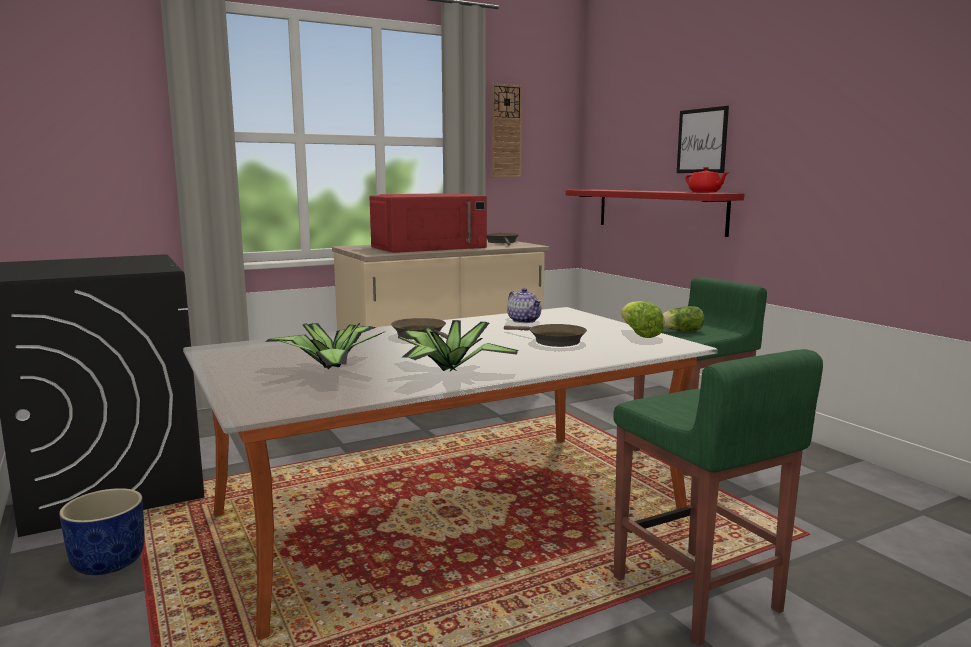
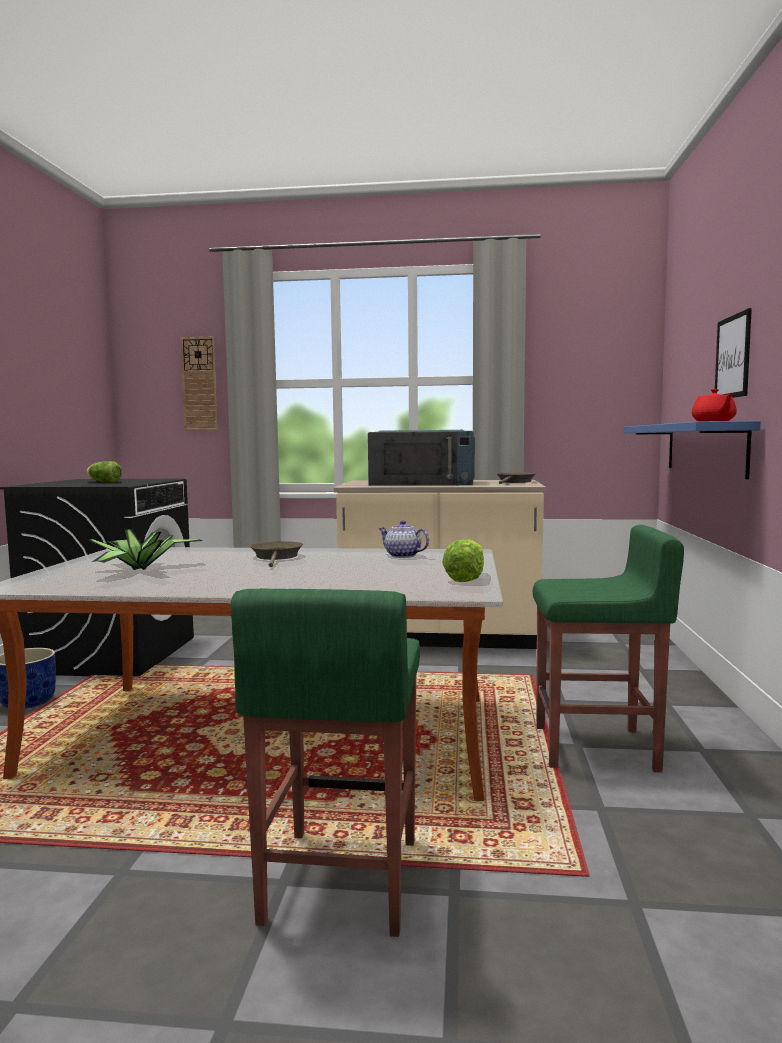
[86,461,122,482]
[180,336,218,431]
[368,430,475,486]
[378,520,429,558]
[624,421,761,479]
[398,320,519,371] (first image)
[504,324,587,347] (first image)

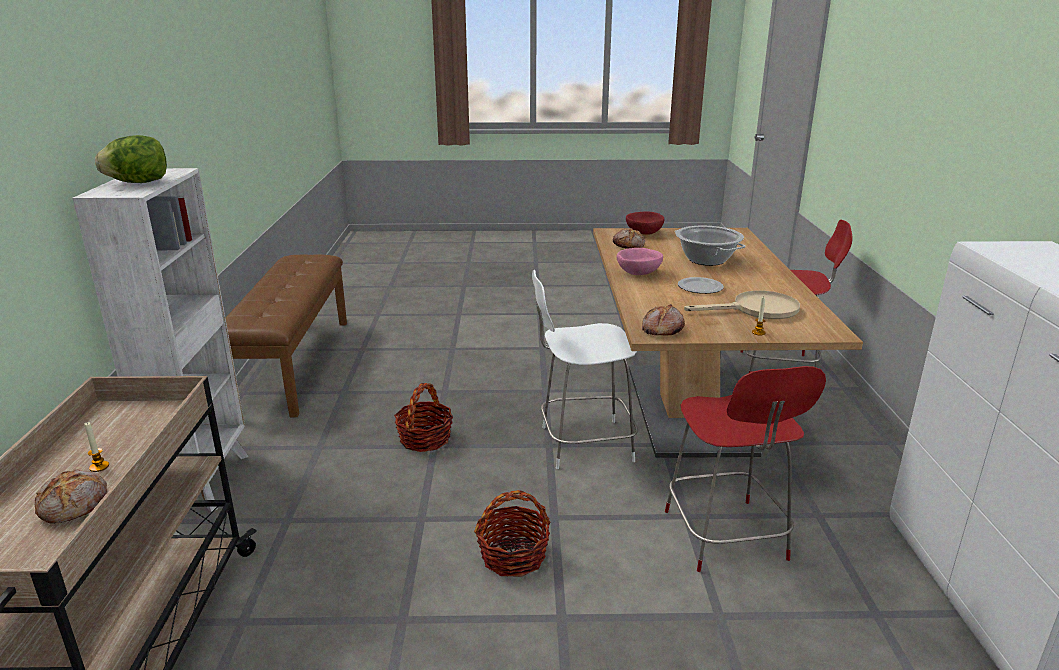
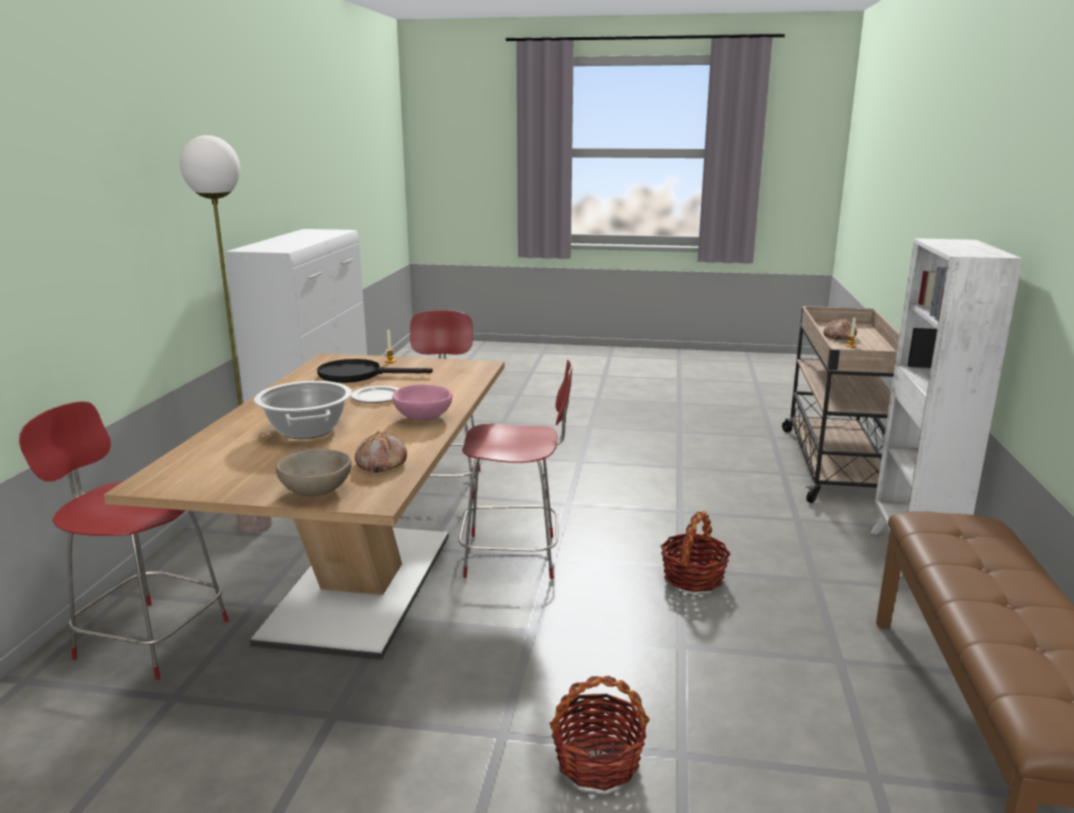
[180,135,272,533]
[276,449,352,496]
[317,359,433,383]
[459,360,573,579]
[549,676,650,791]
[95,135,167,183] (first image)
[642,304,685,335] (first image)

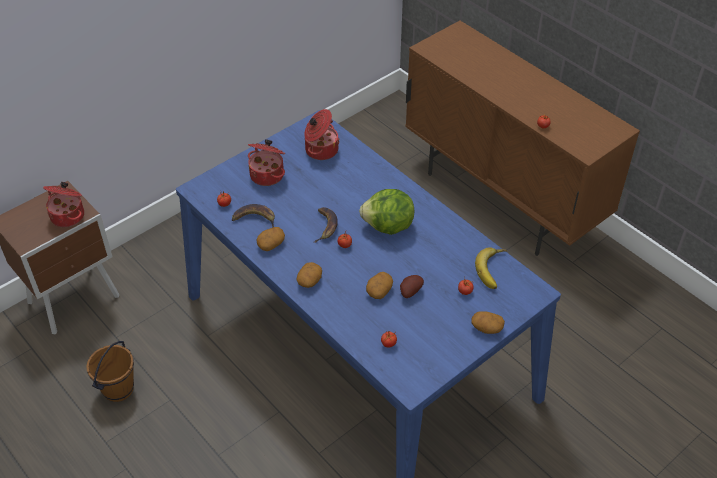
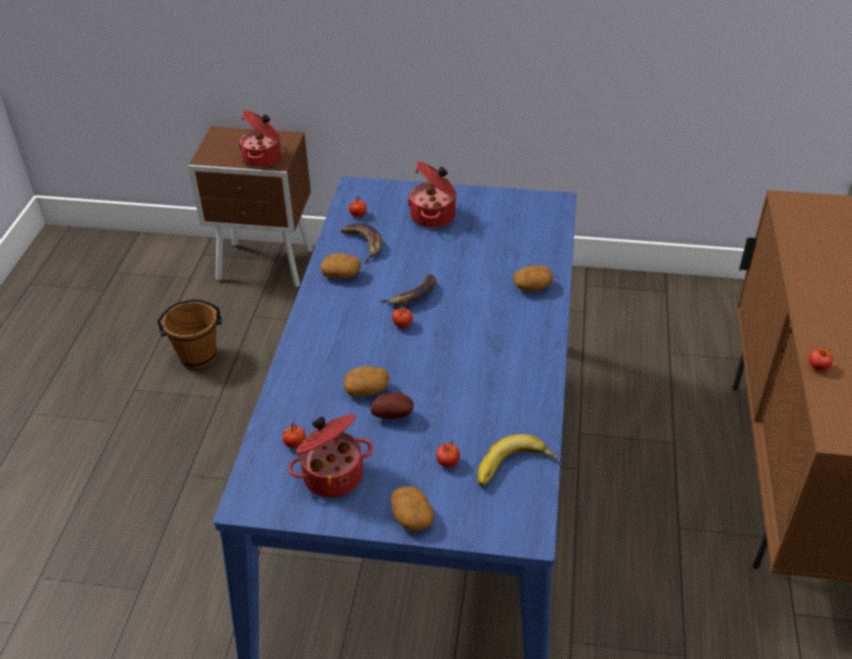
[288,414,373,498]
[513,266,553,291]
[359,189,415,235] (first image)

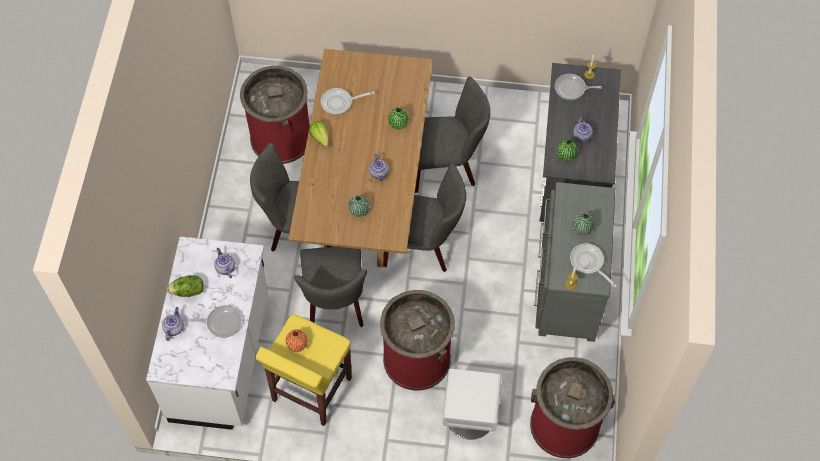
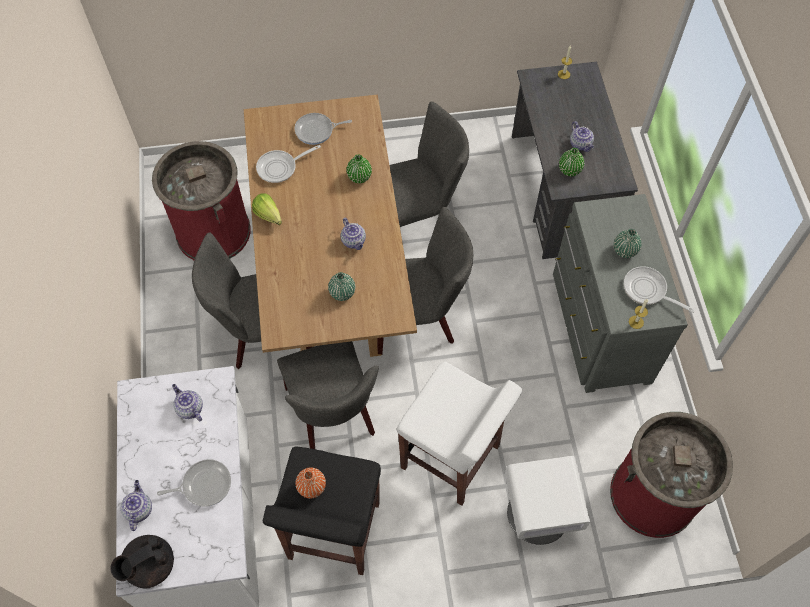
[110,535,174,589]
[263,447,381,575]
[295,113,352,145]
[397,361,522,506]
[167,275,203,297] (first image)

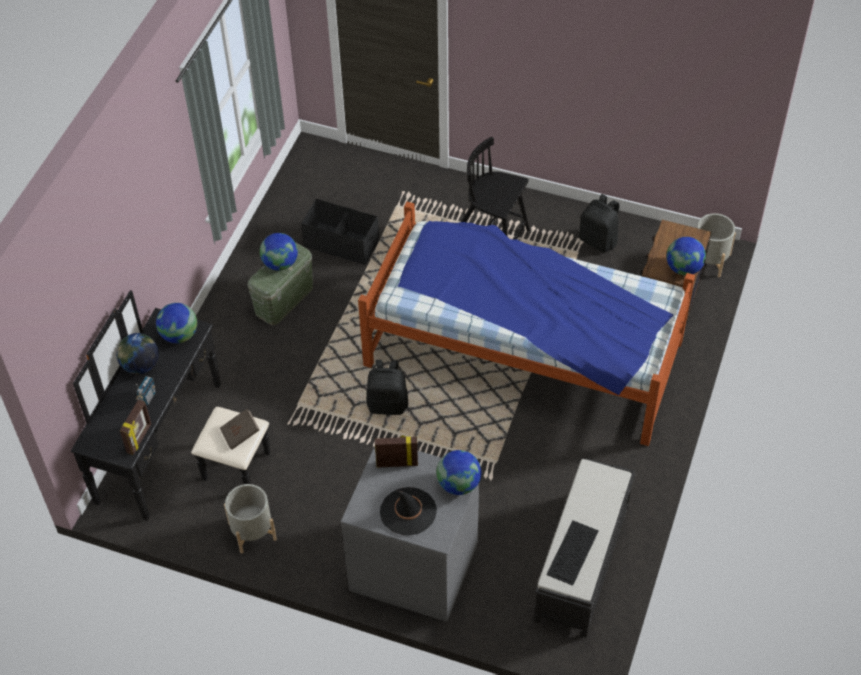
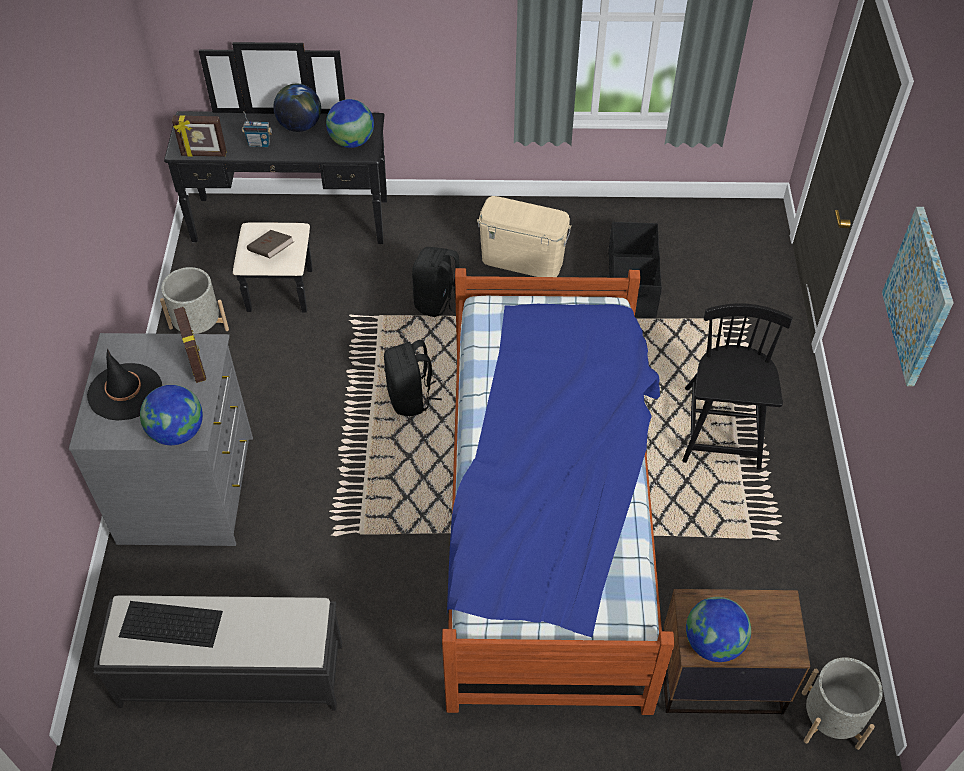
[412,247,459,317]
[477,196,572,277]
[882,207,954,386]
[260,233,298,271] (first image)

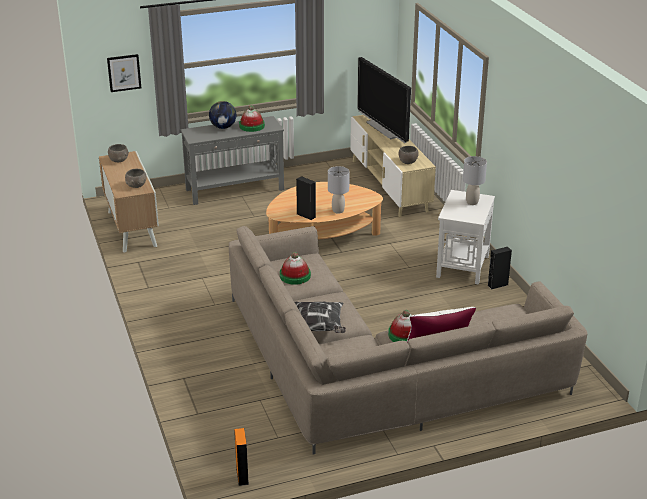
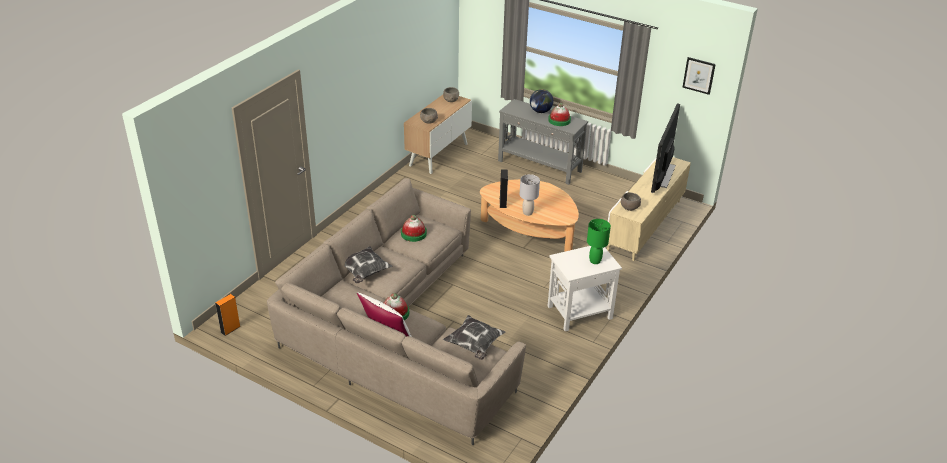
[443,315,505,360]
[587,219,611,264]
[683,57,716,95]
[487,247,512,290] (first image)

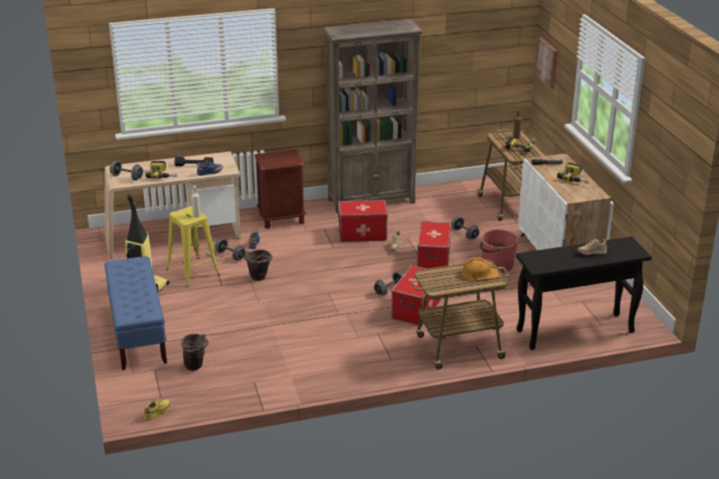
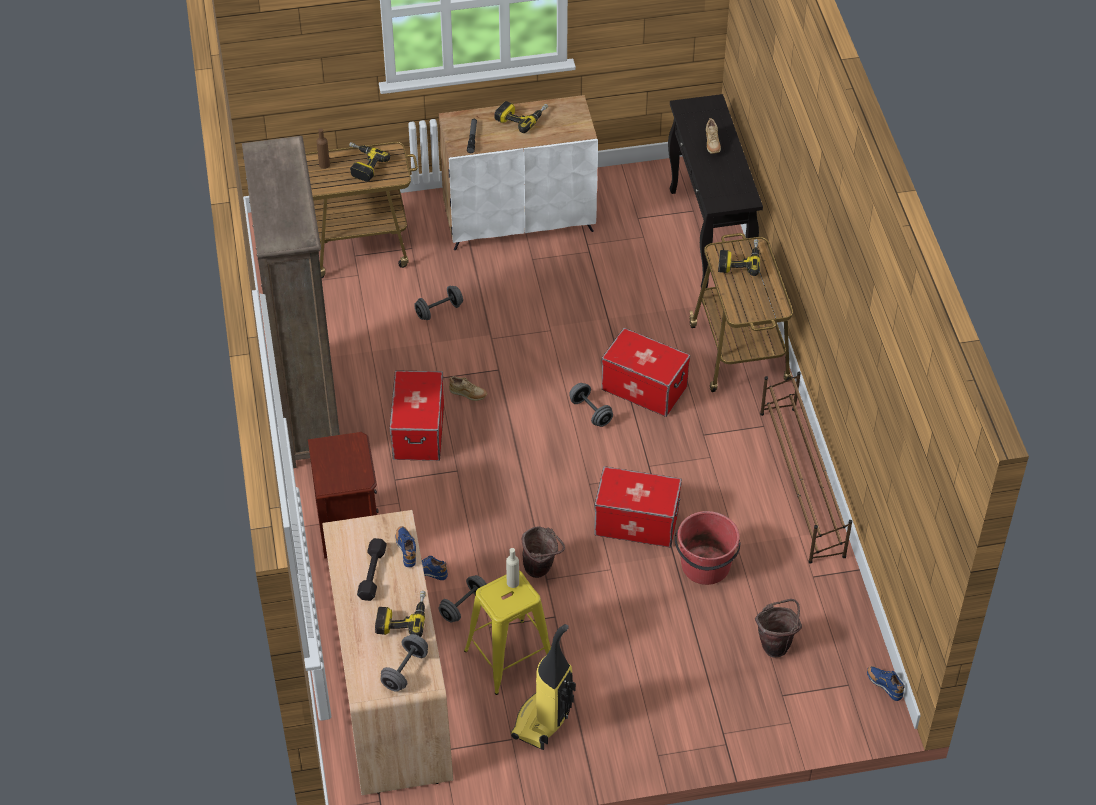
[594,466,682,547]
[675,511,741,585]
[718,239,760,276]
[760,372,852,564]
[867,666,905,701]
[104,256,167,370] (first image)
[535,37,558,89] (first image)

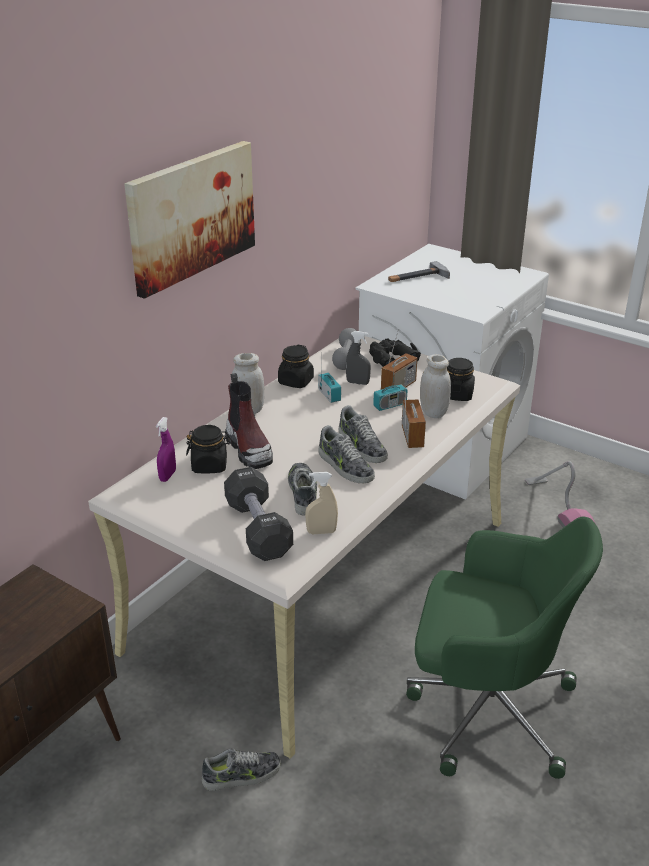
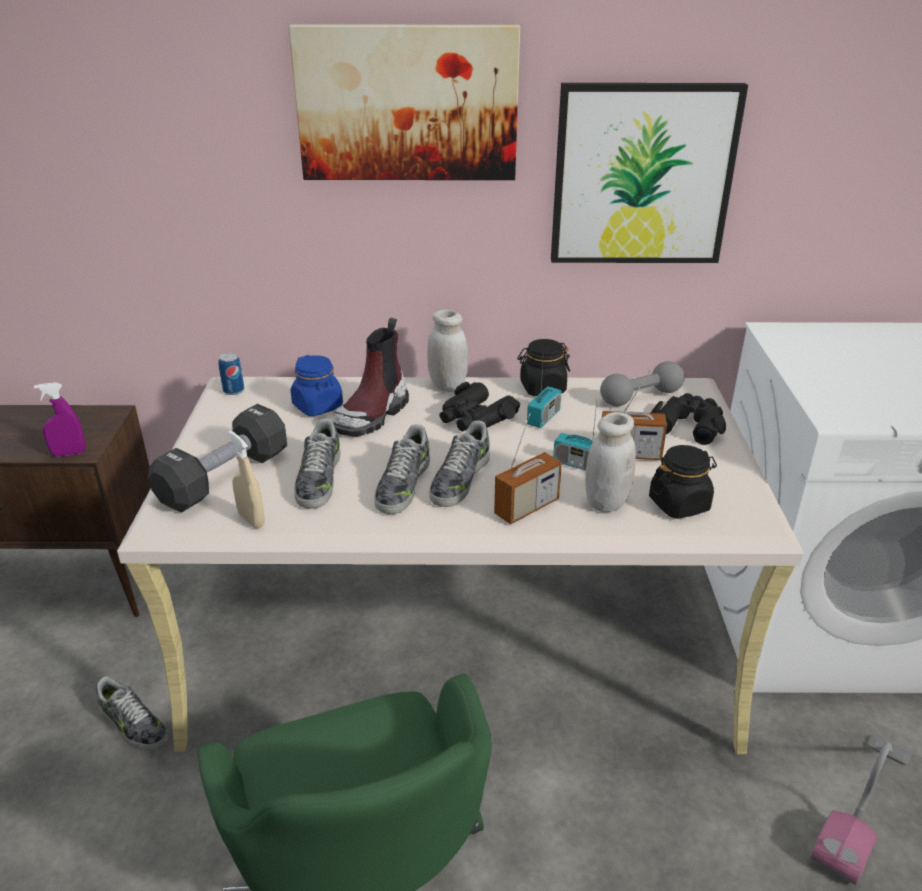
[34,382,85,457]
[218,353,244,395]
[291,355,343,416]
[294,418,341,509]
[439,382,520,431]
[551,83,748,263]
[346,331,371,385] (first image)
[388,261,450,282] (first image)

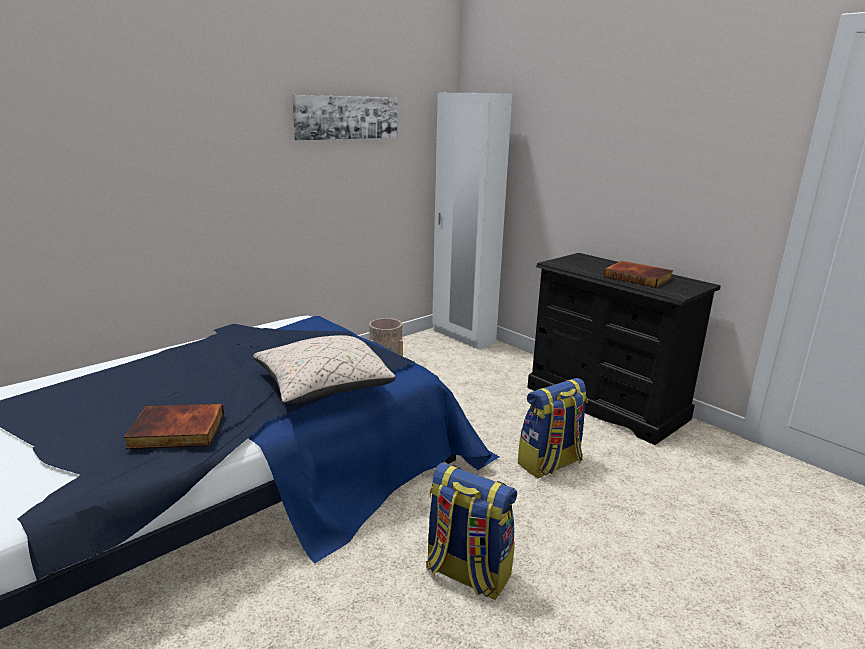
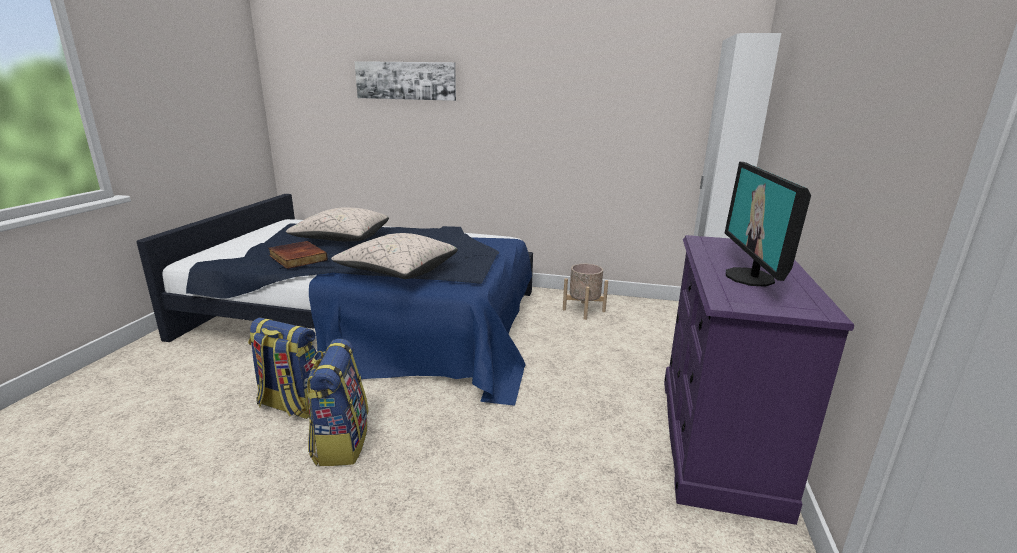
[248,317,319,419]
[286,207,389,241]
[355,61,456,101]
[664,235,854,525]
[725,162,811,287]

